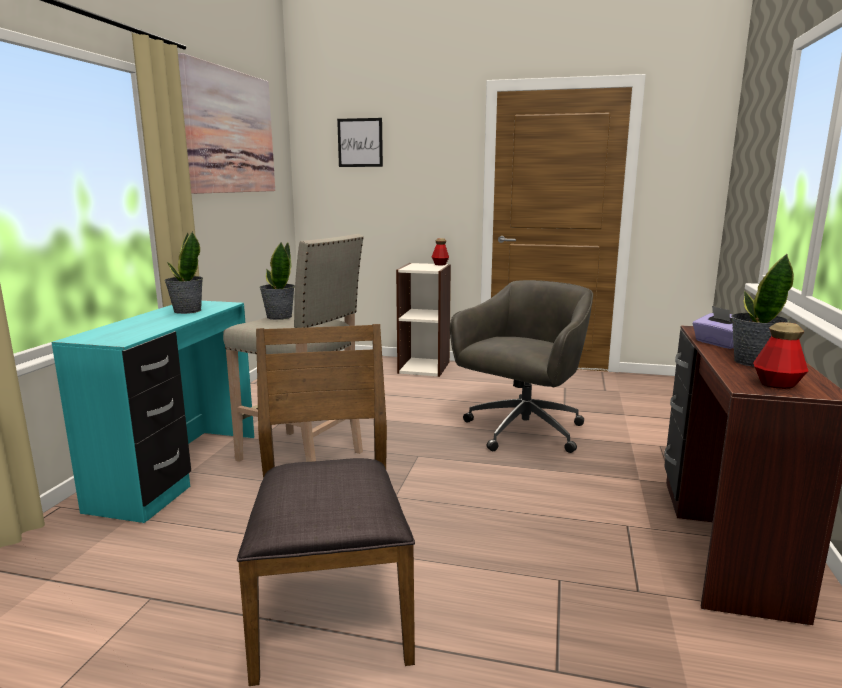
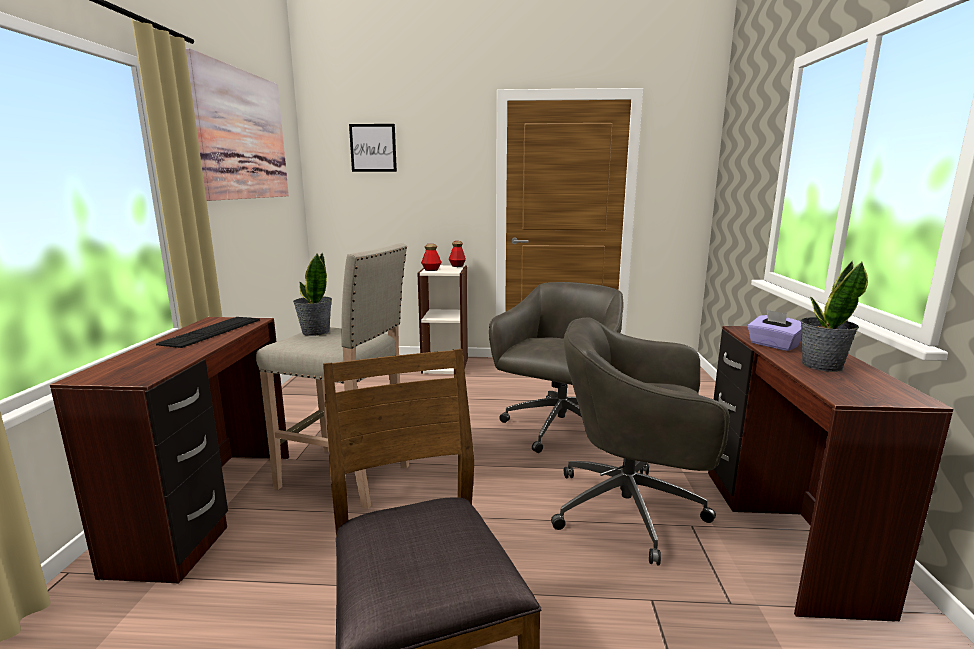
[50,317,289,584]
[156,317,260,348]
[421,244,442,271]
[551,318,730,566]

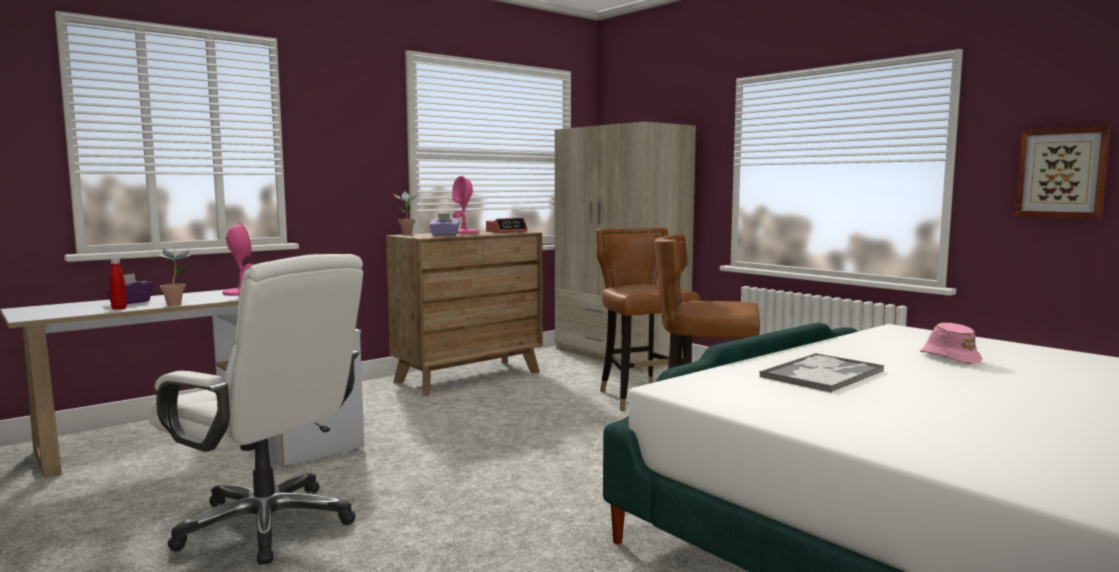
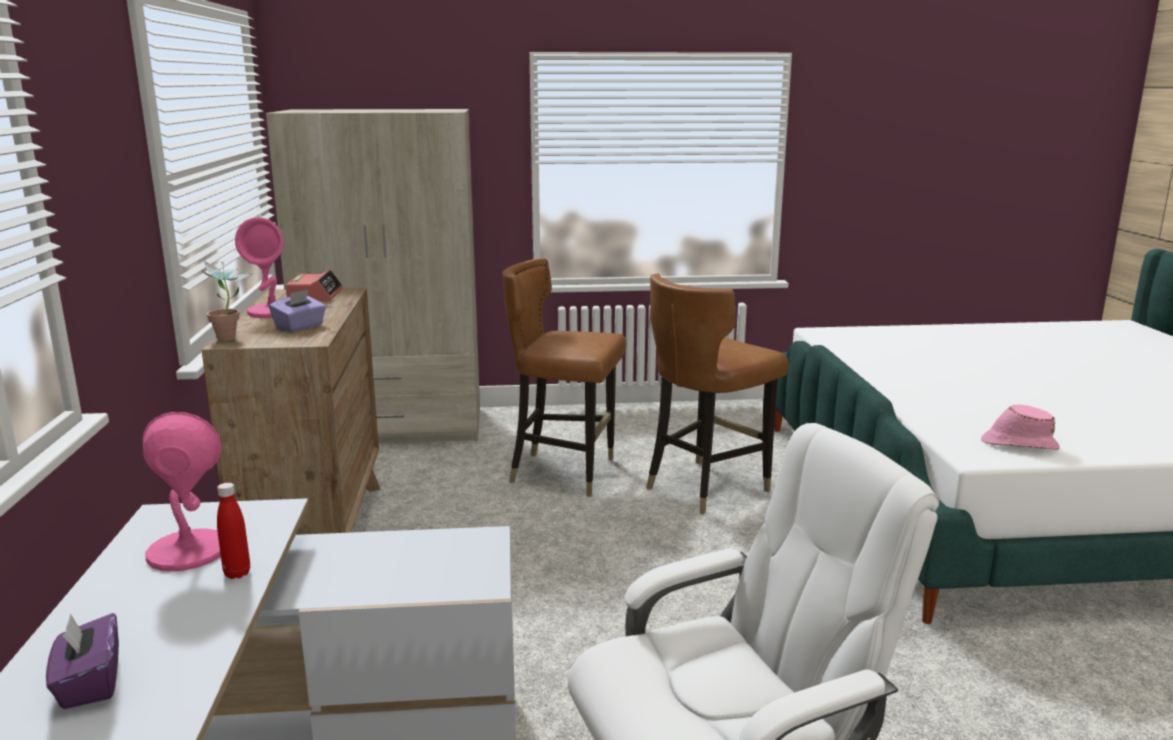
[217,483,250,579]
[981,404,1060,450]
[154,246,192,306] (first image)
[760,353,885,393] (first image)
[1015,126,1111,219] (first image)

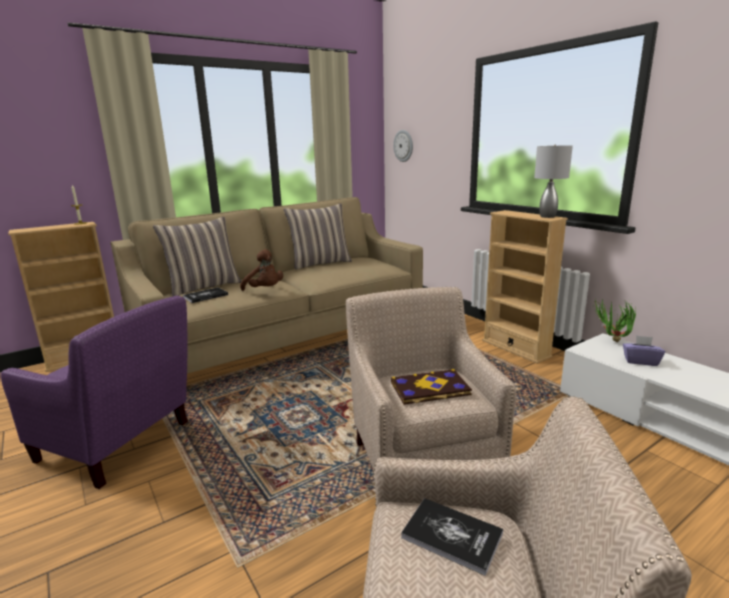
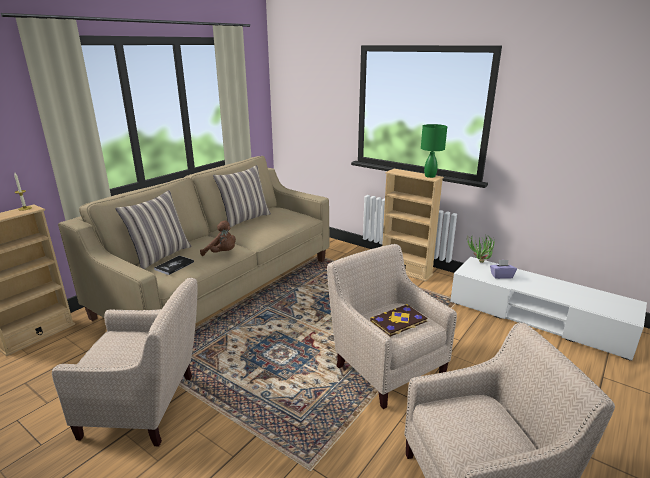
[52,278,198,446]
[421,124,447,178]
[393,130,413,162] (first image)
[401,498,503,576] (first image)

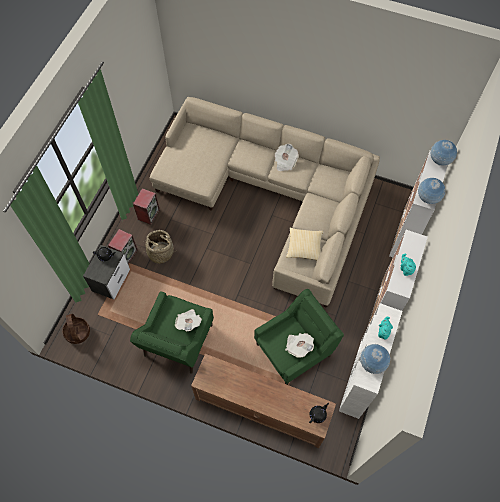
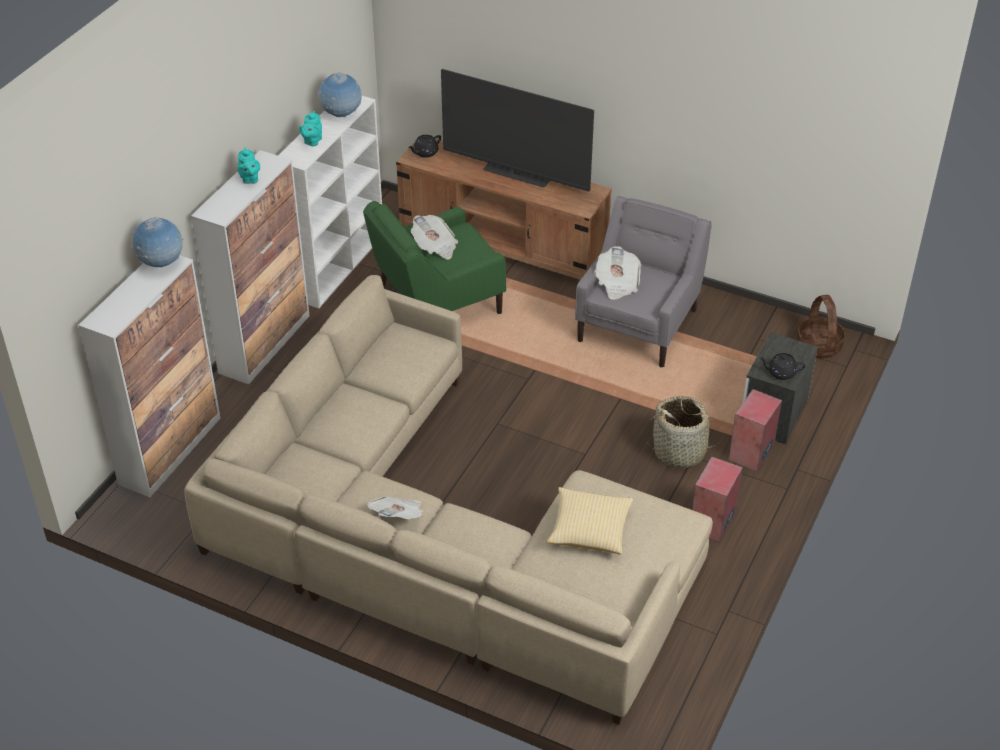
[441,69,594,192]
[546,487,633,555]
[575,196,712,367]
[431,140,457,166] (first image)

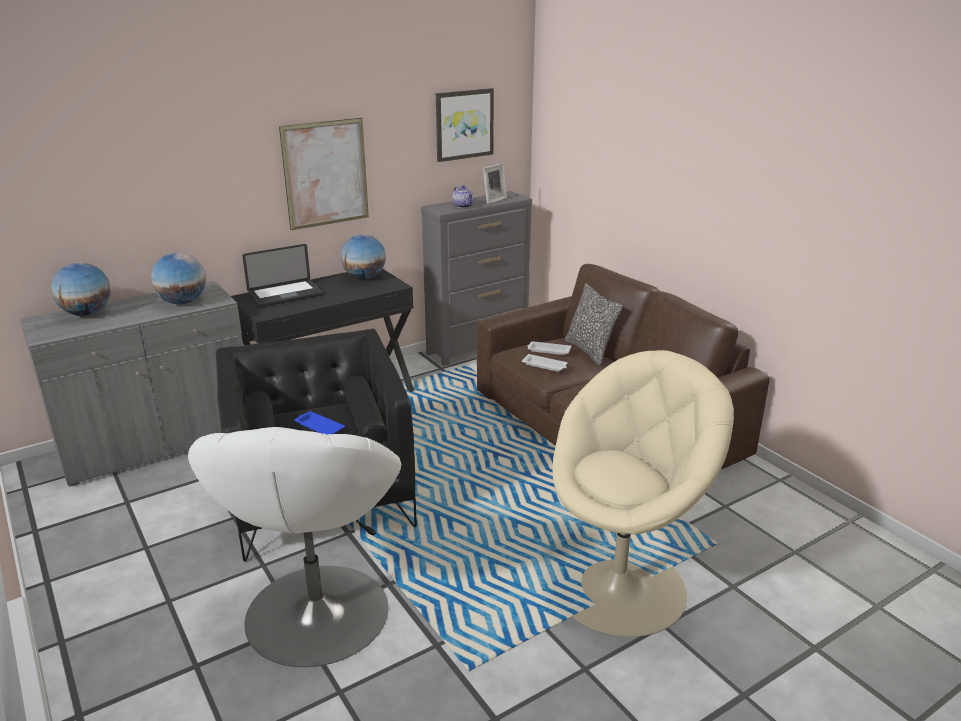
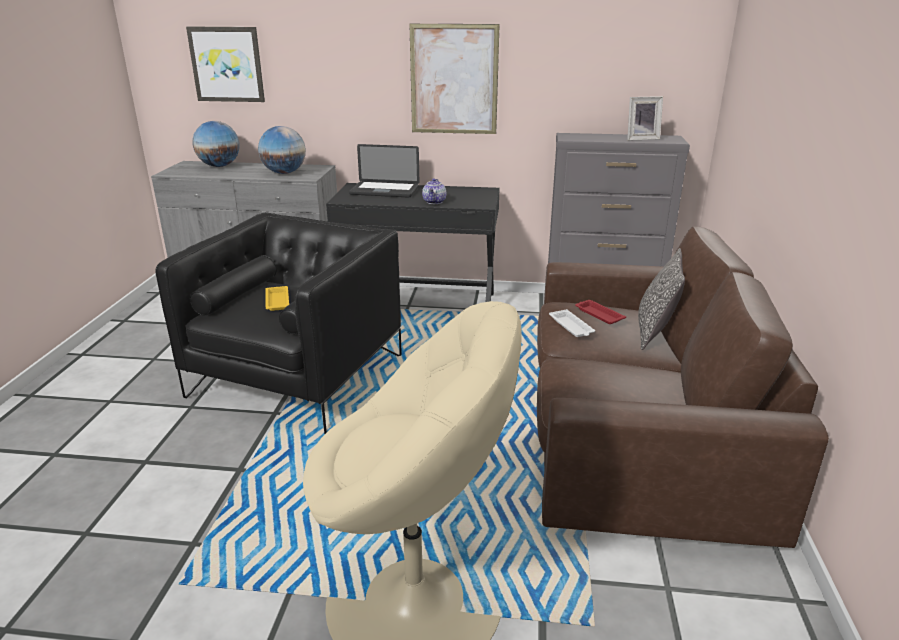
[186,27,265,102]
[266,286,289,311]
[422,179,446,204]
[575,300,626,324]
[188,427,401,667] (first image)
[341,234,386,279] (first image)

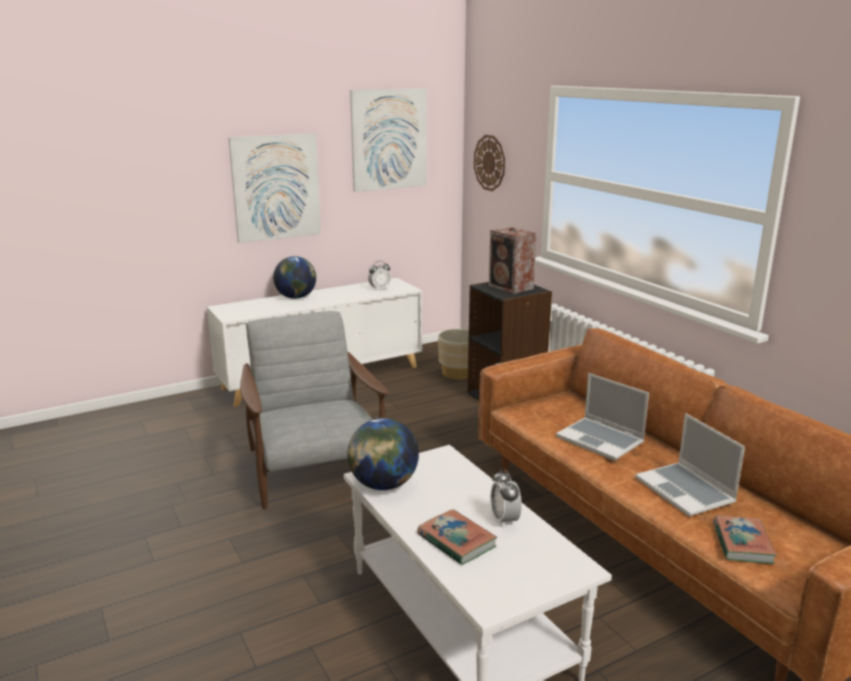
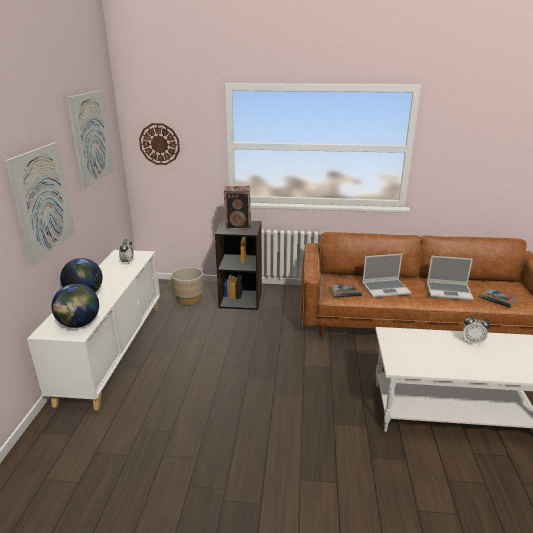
[52,284,99,328]
[329,283,362,297]
[240,311,389,509] (first image)

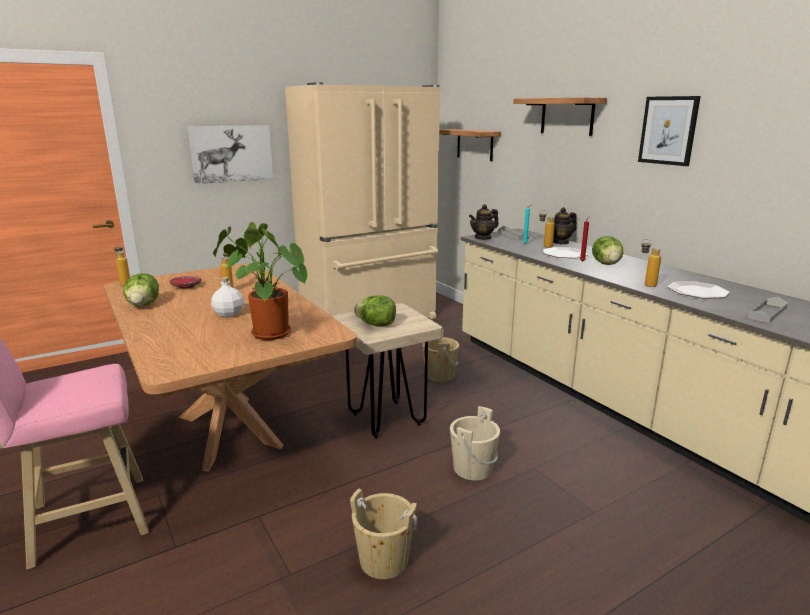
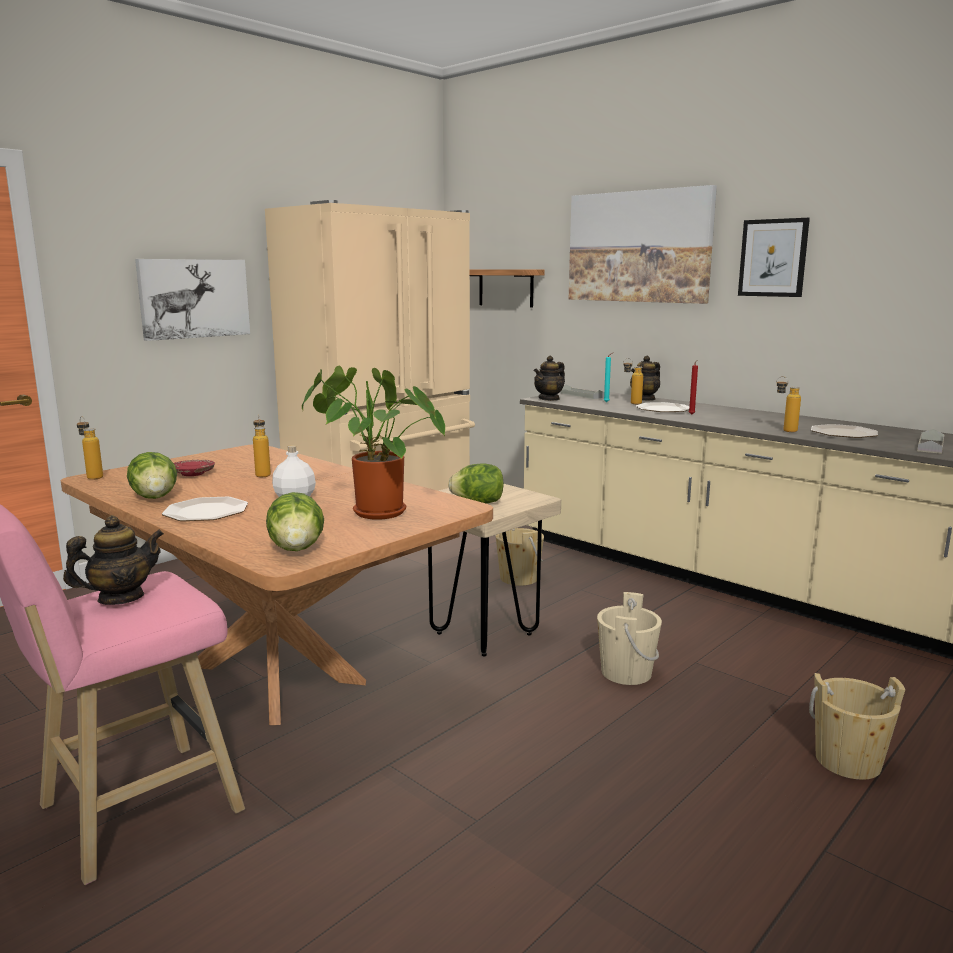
[63,515,164,605]
[162,497,248,521]
[266,492,324,551]
[569,185,717,304]
[809,673,905,780]

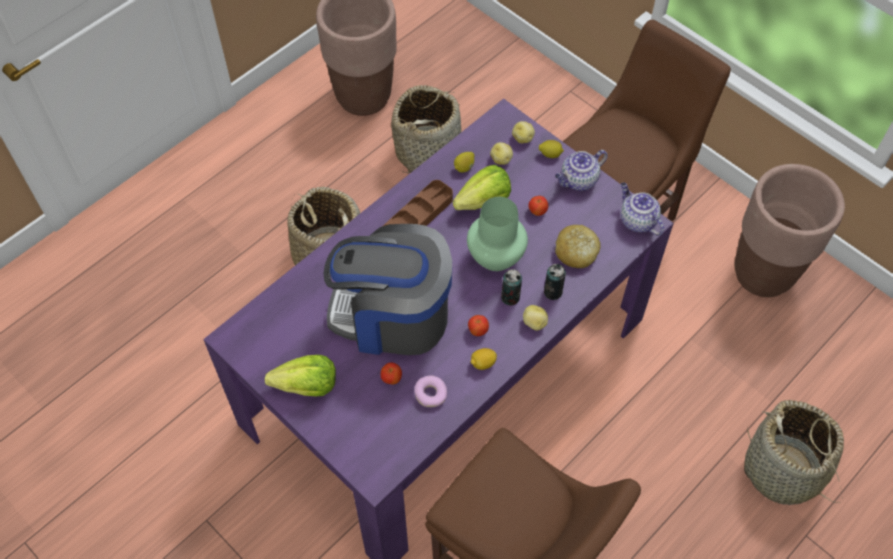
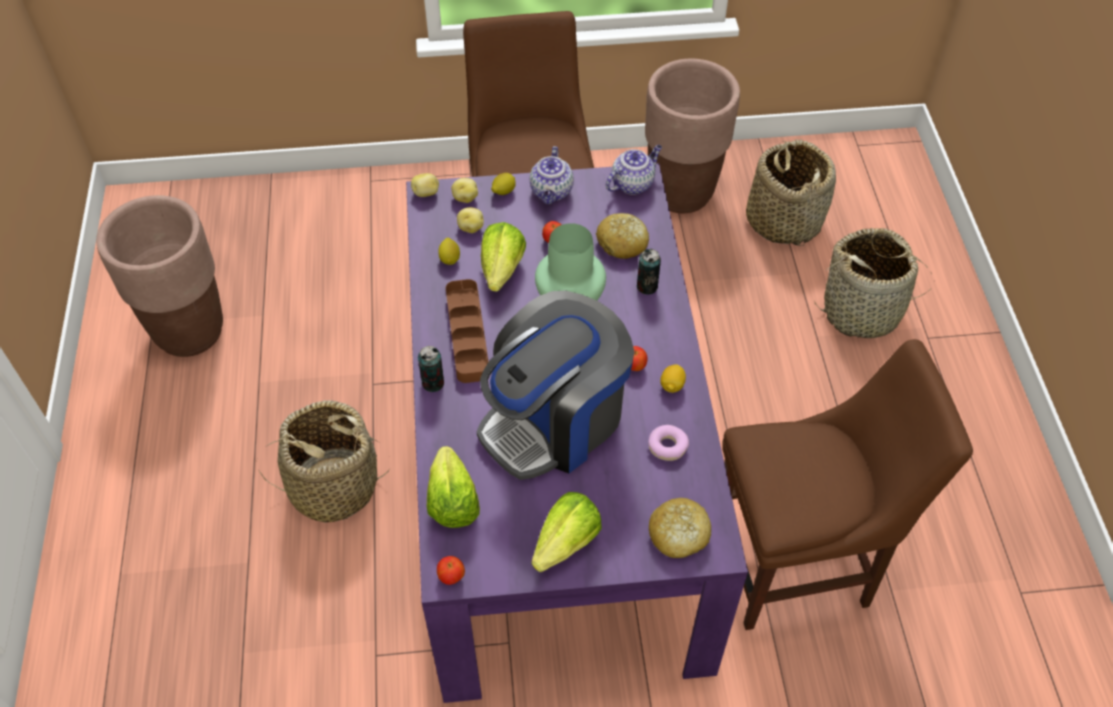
[411,173,439,197]
[418,346,444,392]
[427,446,480,528]
[437,556,465,585]
[606,145,662,195]
[649,498,711,558]
[746,140,836,246]

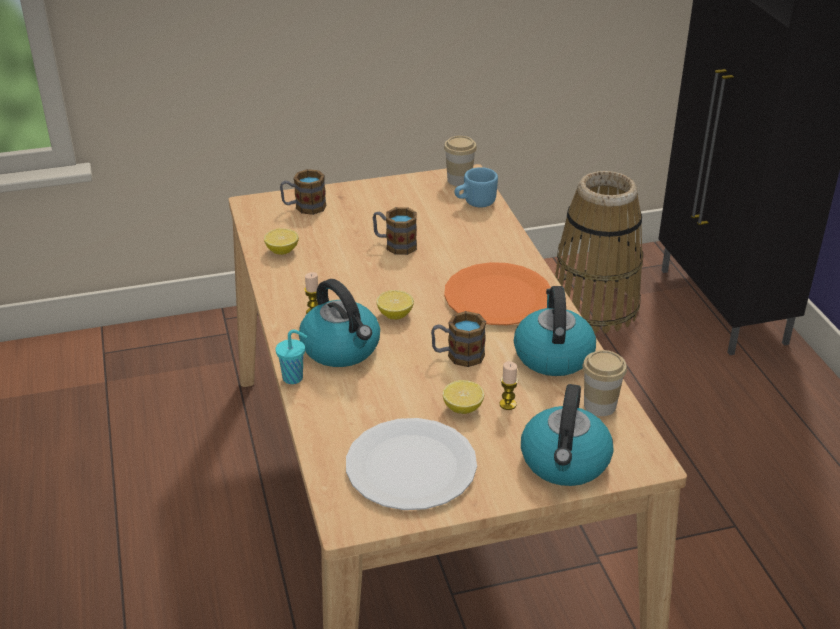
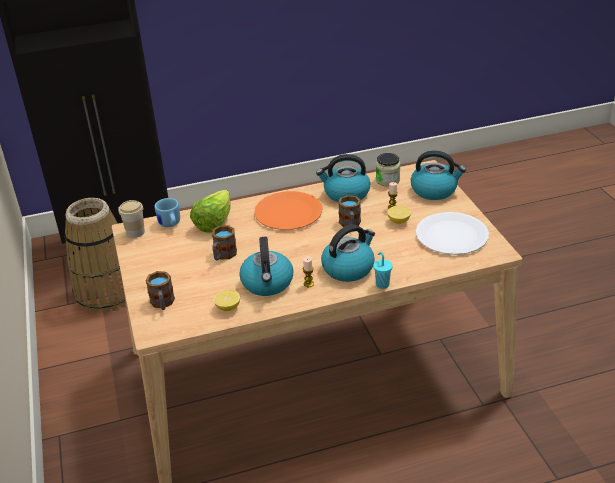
[190,190,231,233]
[239,237,294,296]
[376,153,400,186]
[376,290,414,319] (first image)

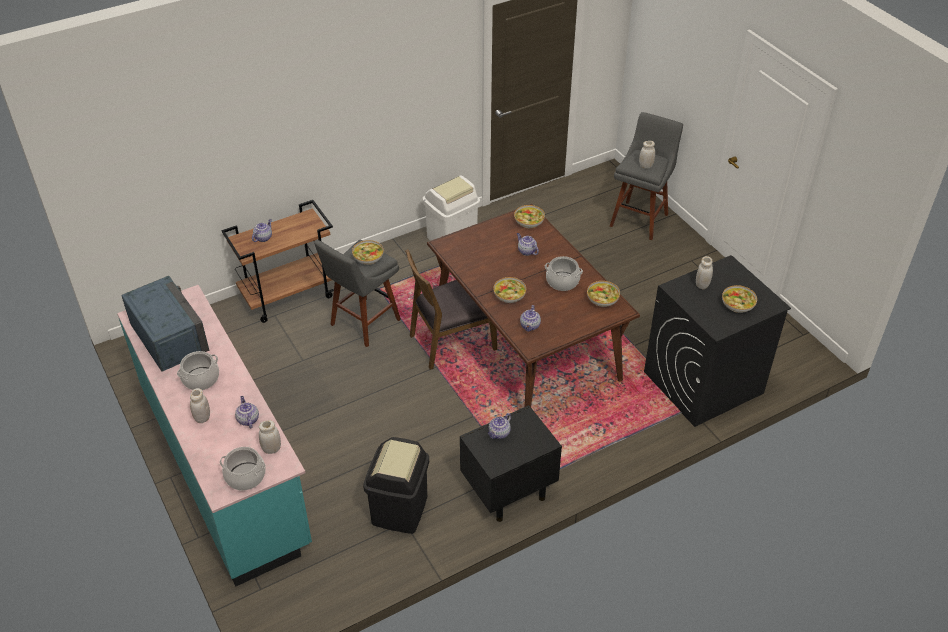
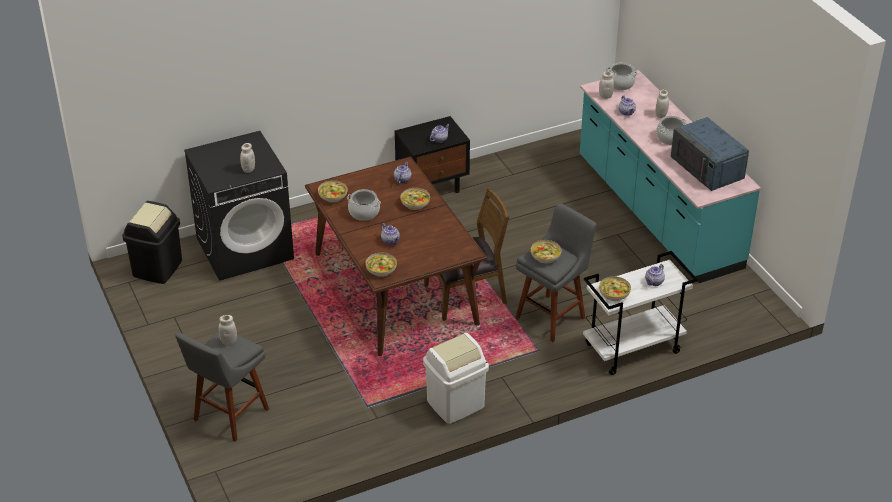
[122,201,182,284]
[583,251,698,375]
[599,276,631,301]

